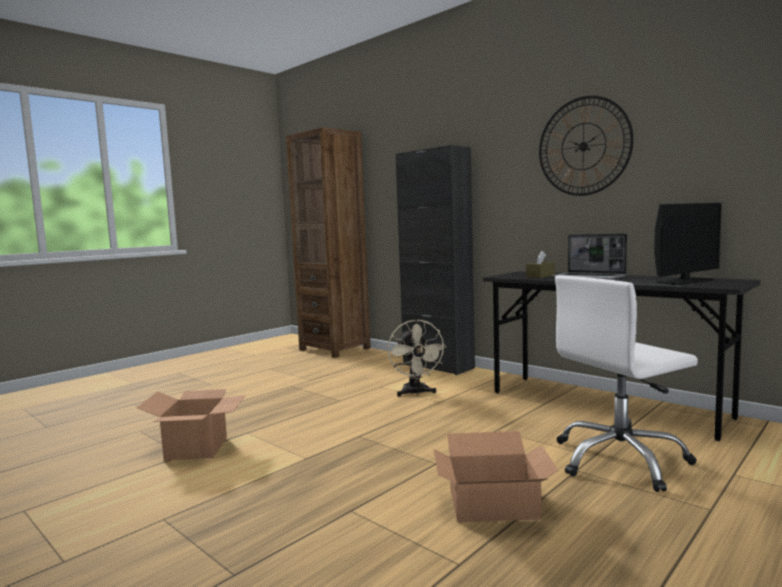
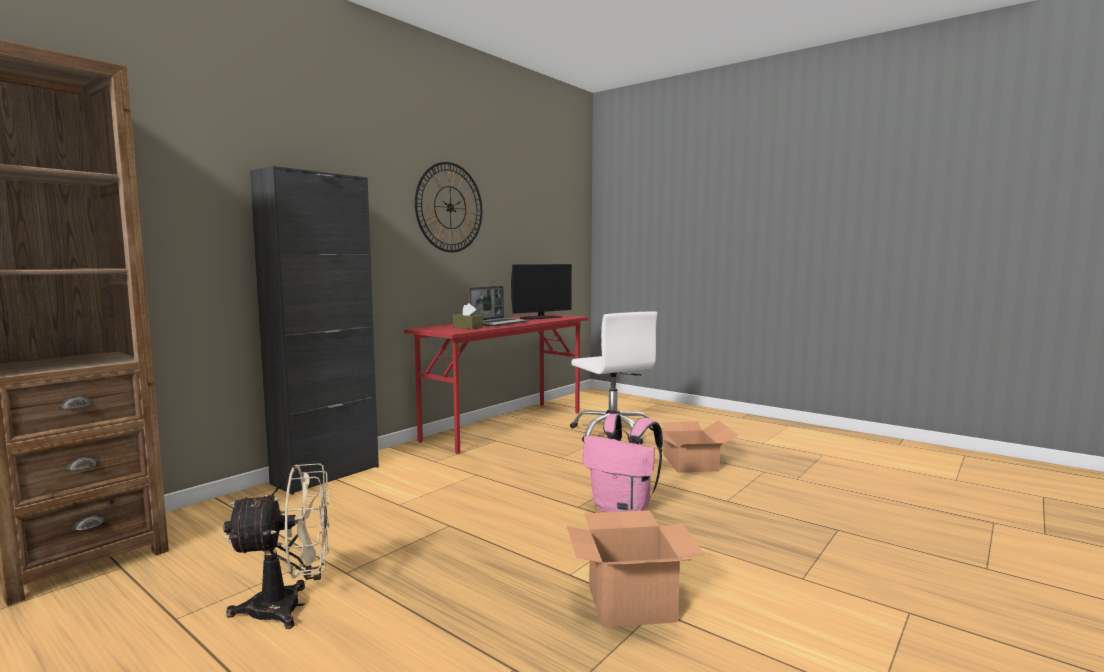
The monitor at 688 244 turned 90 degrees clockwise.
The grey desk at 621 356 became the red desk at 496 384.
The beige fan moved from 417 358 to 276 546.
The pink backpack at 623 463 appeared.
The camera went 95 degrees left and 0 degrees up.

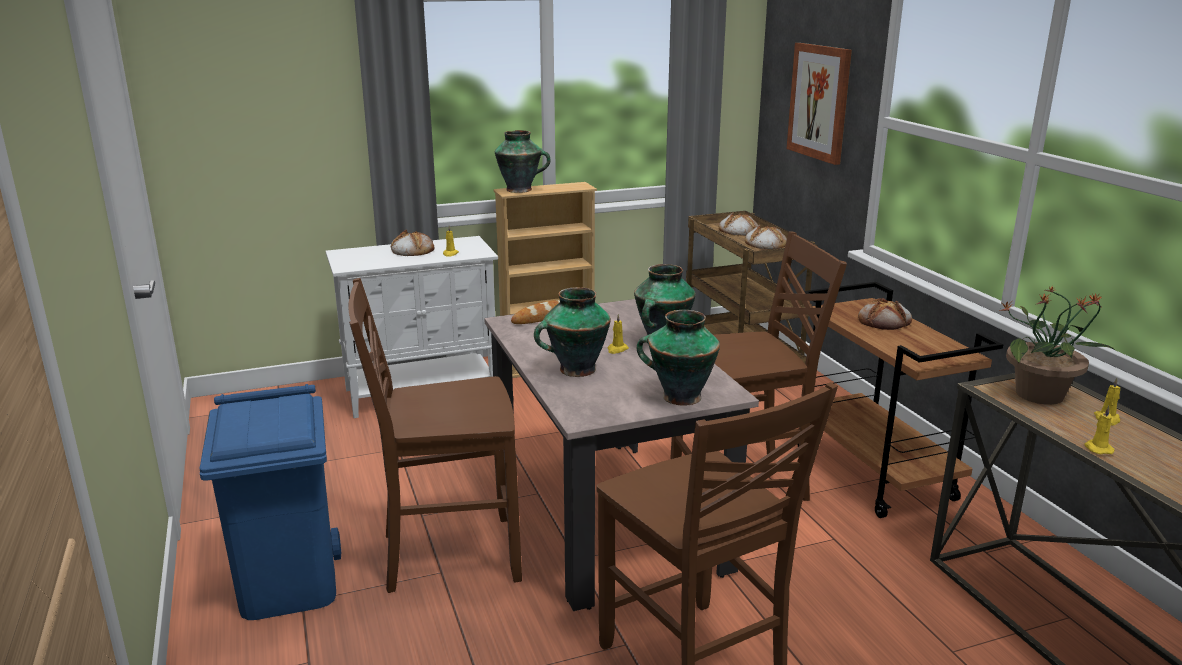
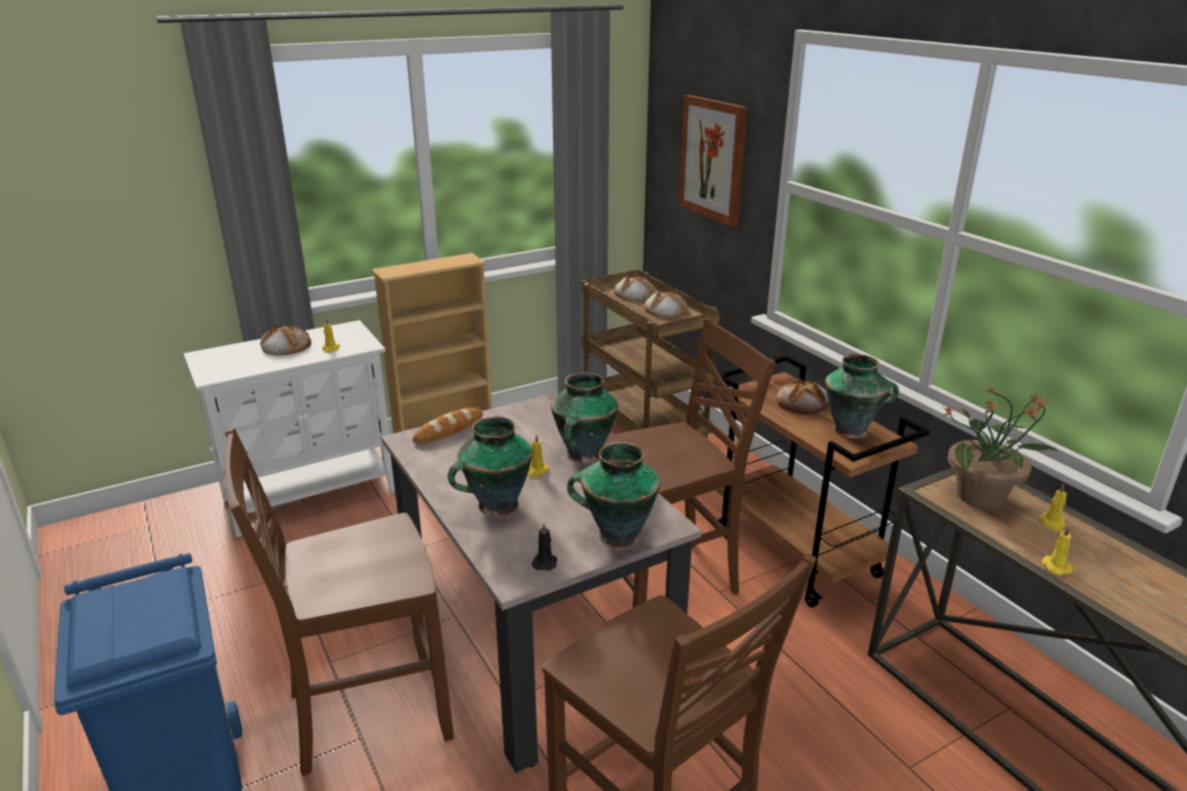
The vase moved from 523 161 to 862 396.
The black candle at 544 547 appeared.
The camera went 10 degrees left and 5 degrees up.

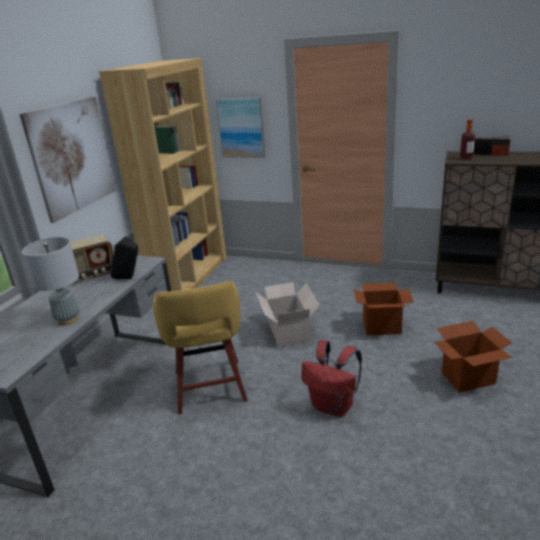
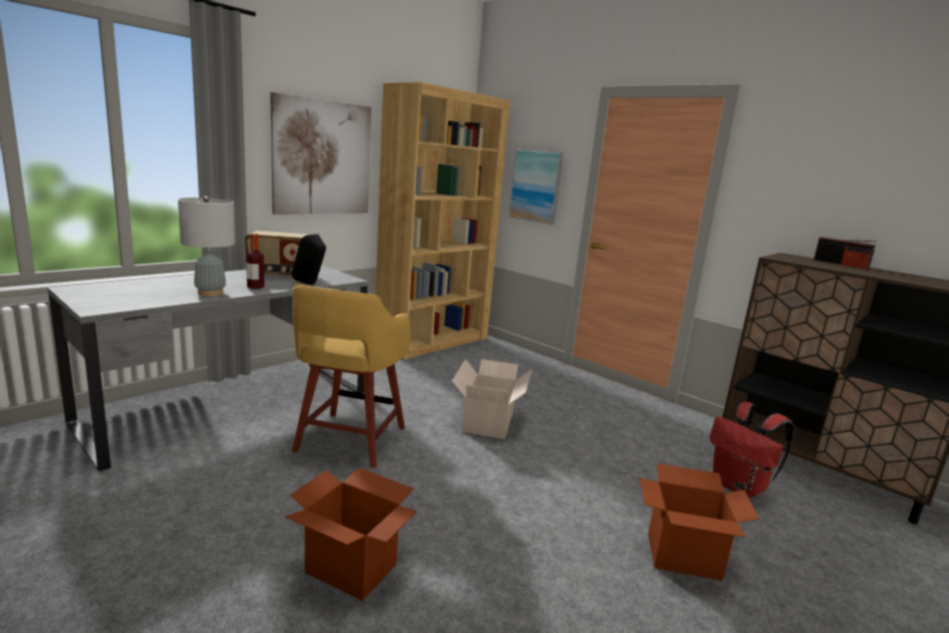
The bottle moved from 467 139 to 255 261.
The cardboard box moved from 384 308 to 351 534.
The red backpack moved from 331 378 to 752 450.
The camera went 20 degrees right and 10 degrees down.

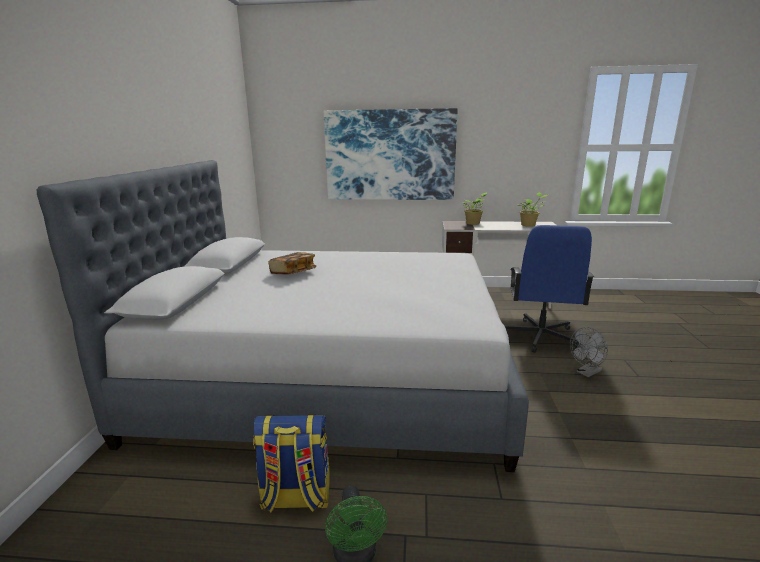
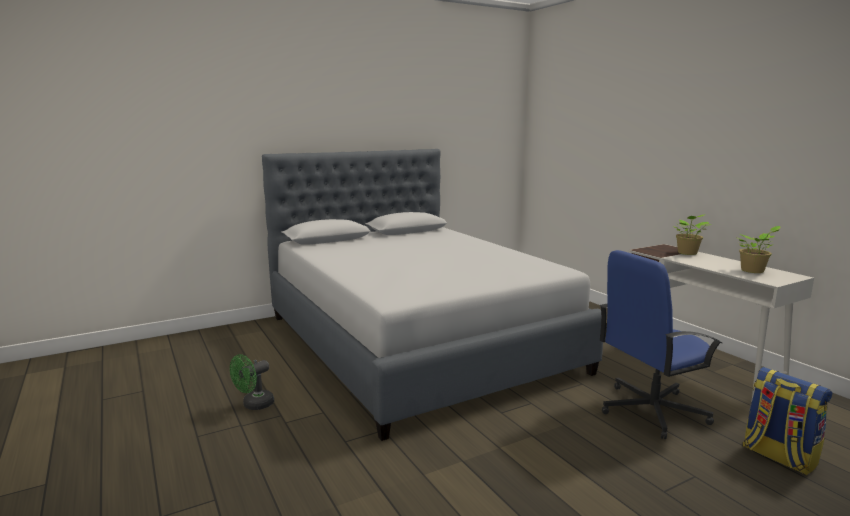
The picture at 390 154 disappeared.
The book at 292 263 disappeared.
The grey fan at 589 352 disappeared.
The backpack moved from 291 463 to 787 421.
The camera went 55 degrees right and 5 degrees down.

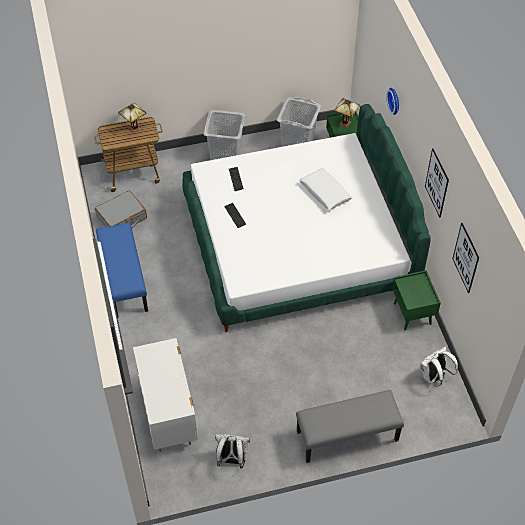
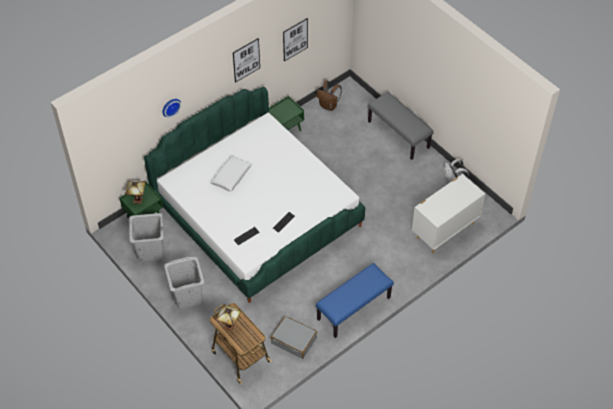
The white backpack at 439 366 became the brown backpack at 329 95.
The camera went 115 degrees left and 0 degrees up.

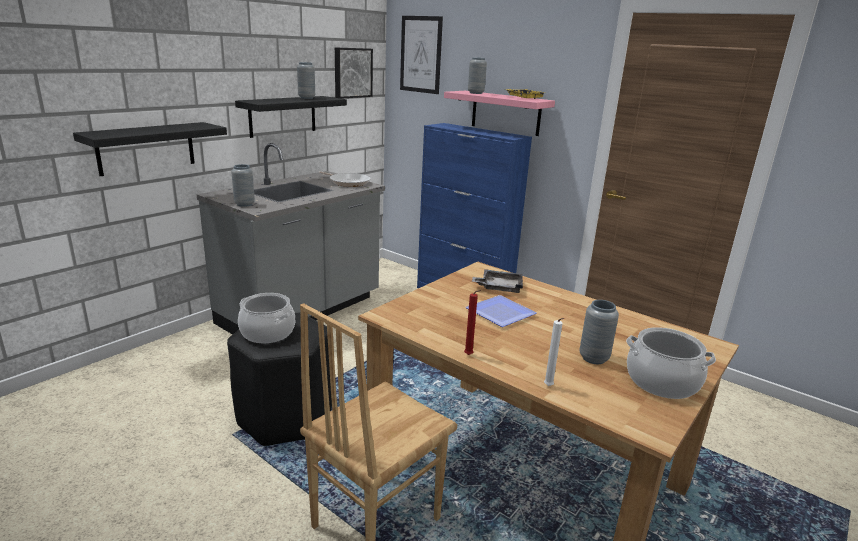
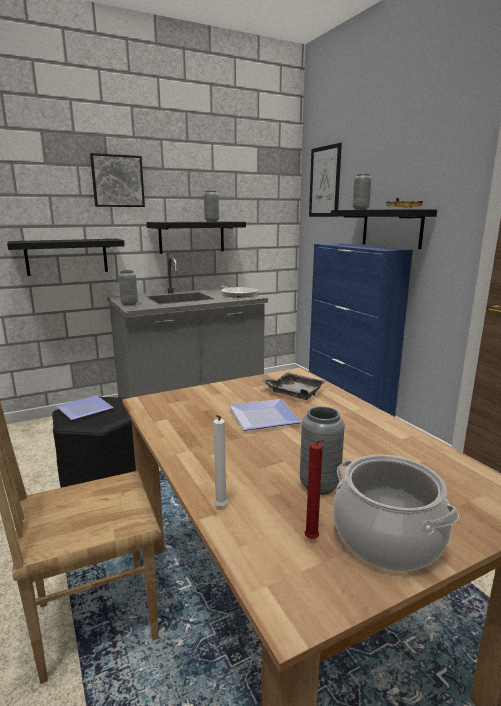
The picture moved from 354 73 to 117 180.
The pink shelf at 499 113 became the black shelf at 384 229.
The red candle moved from 472 322 to 315 489.
The cooking pot at 266 318 was replaced by the plate at 85 407.
The camera went 25 degrees right and 5 degrees down.

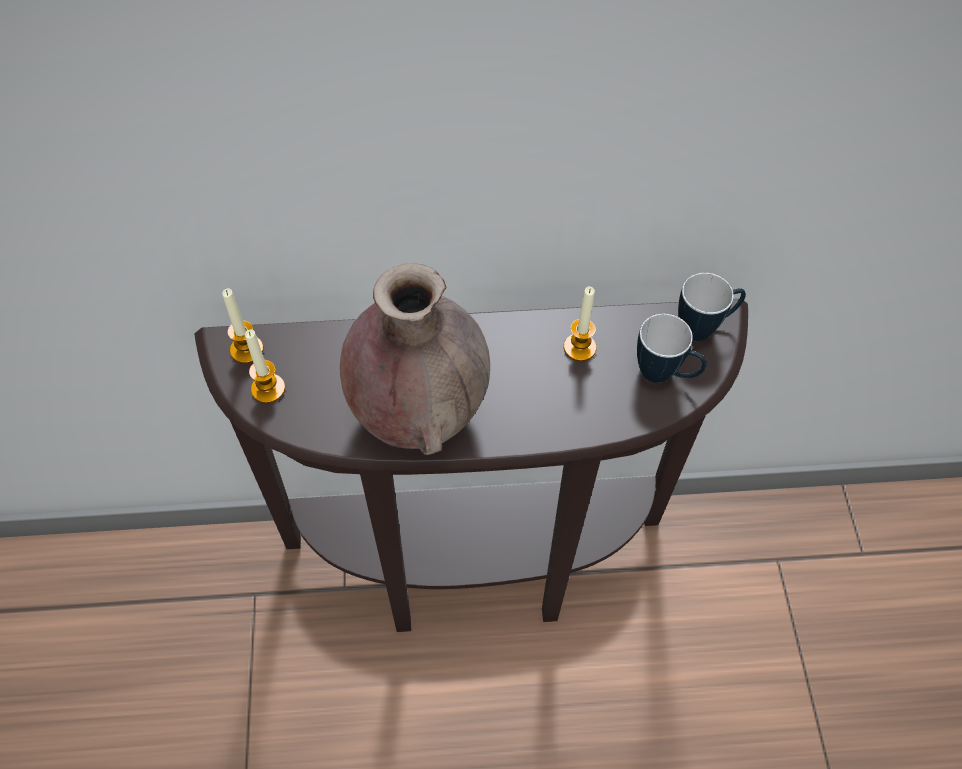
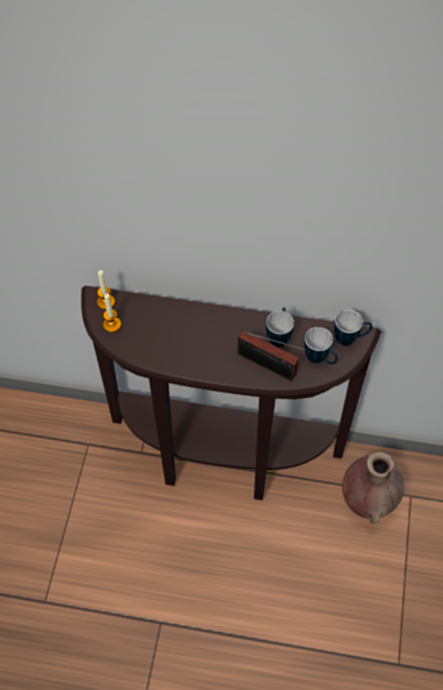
The brown vase moved from 415 359 to 373 488.
The candle at 580 324 was replaced by the mug at 280 327.
The radio at 272 355 appeared.
The camera went 15 degrees right and 0 degrees up.

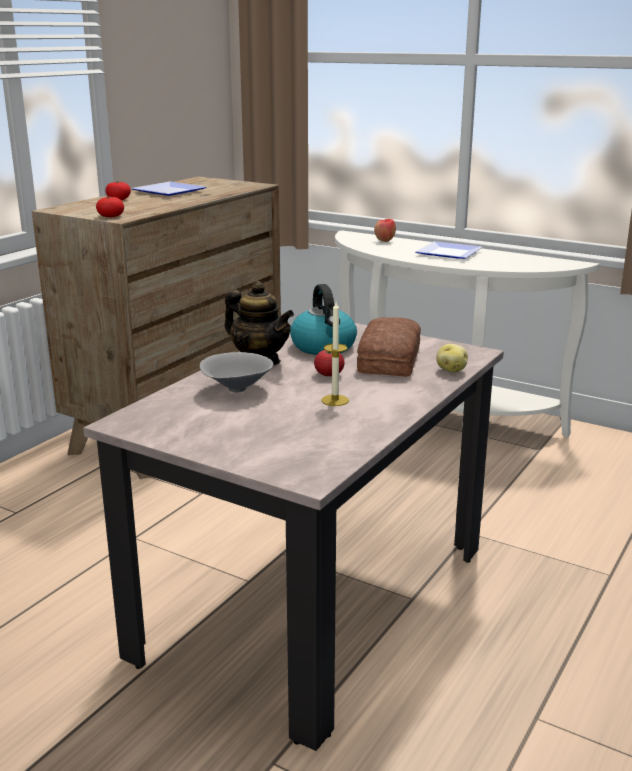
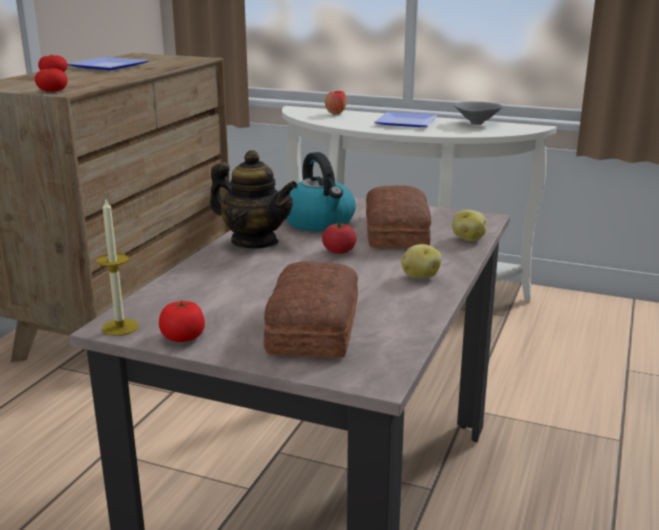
The candle moved from 335 354 to 117 267.
The grey bowl moved from 236 372 to 478 113.
The potato at 421 261 appeared.
The bread at 310 309 appeared.
The tomato at 182 321 appeared.
The camera went 10 degrees left and 0 degrees up.

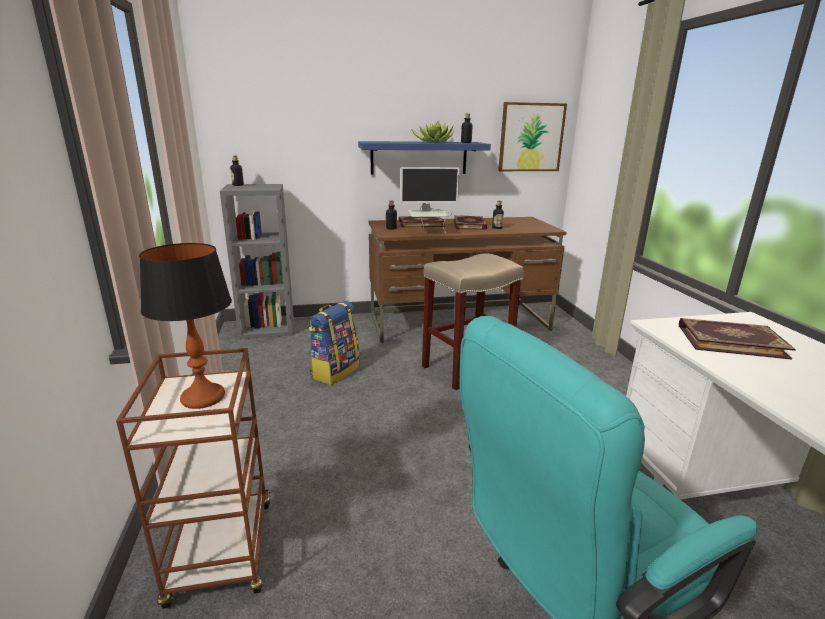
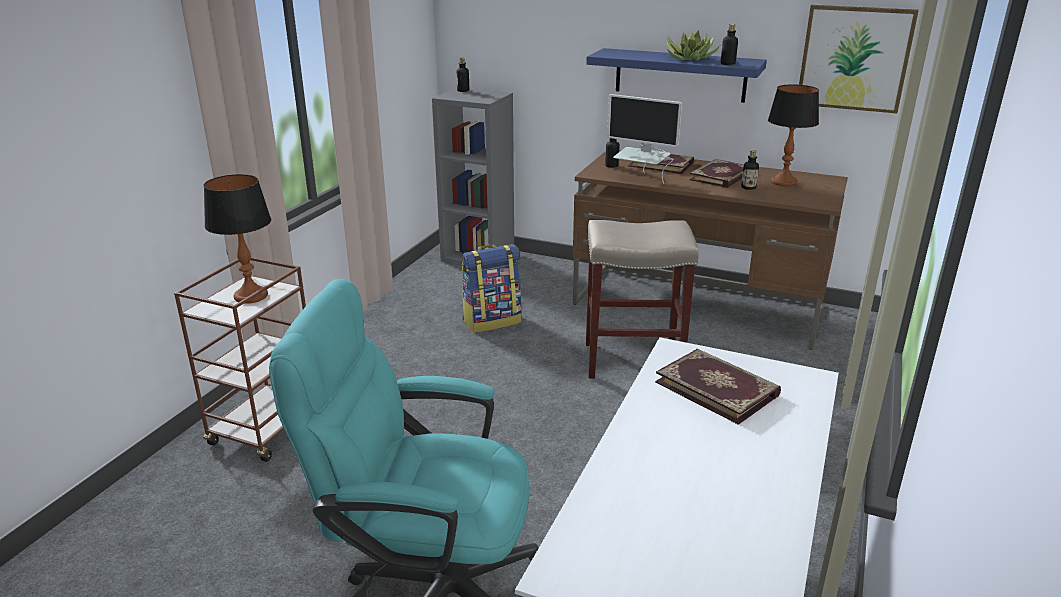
The table lamp at 793 135 appeared.
The camera went 35 degrees right and 5 degrees up.

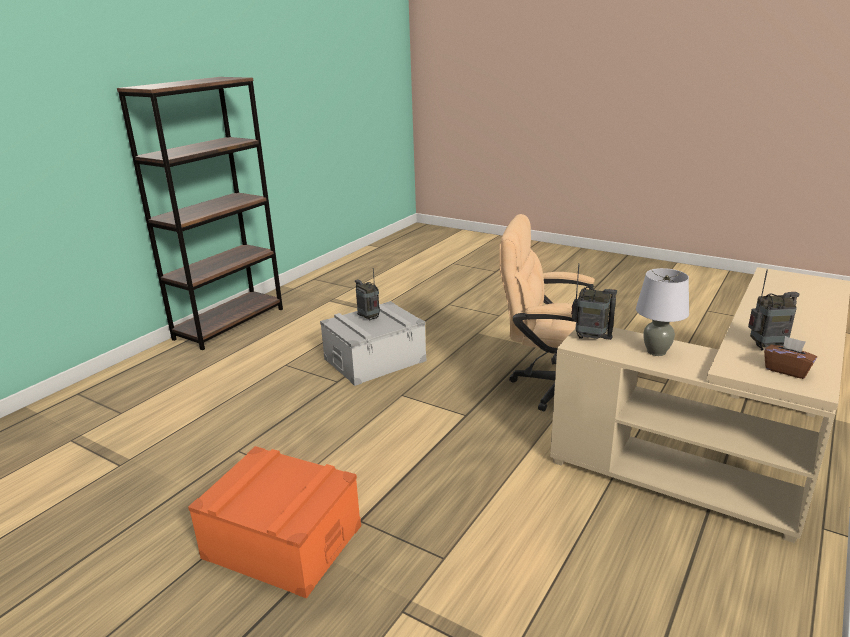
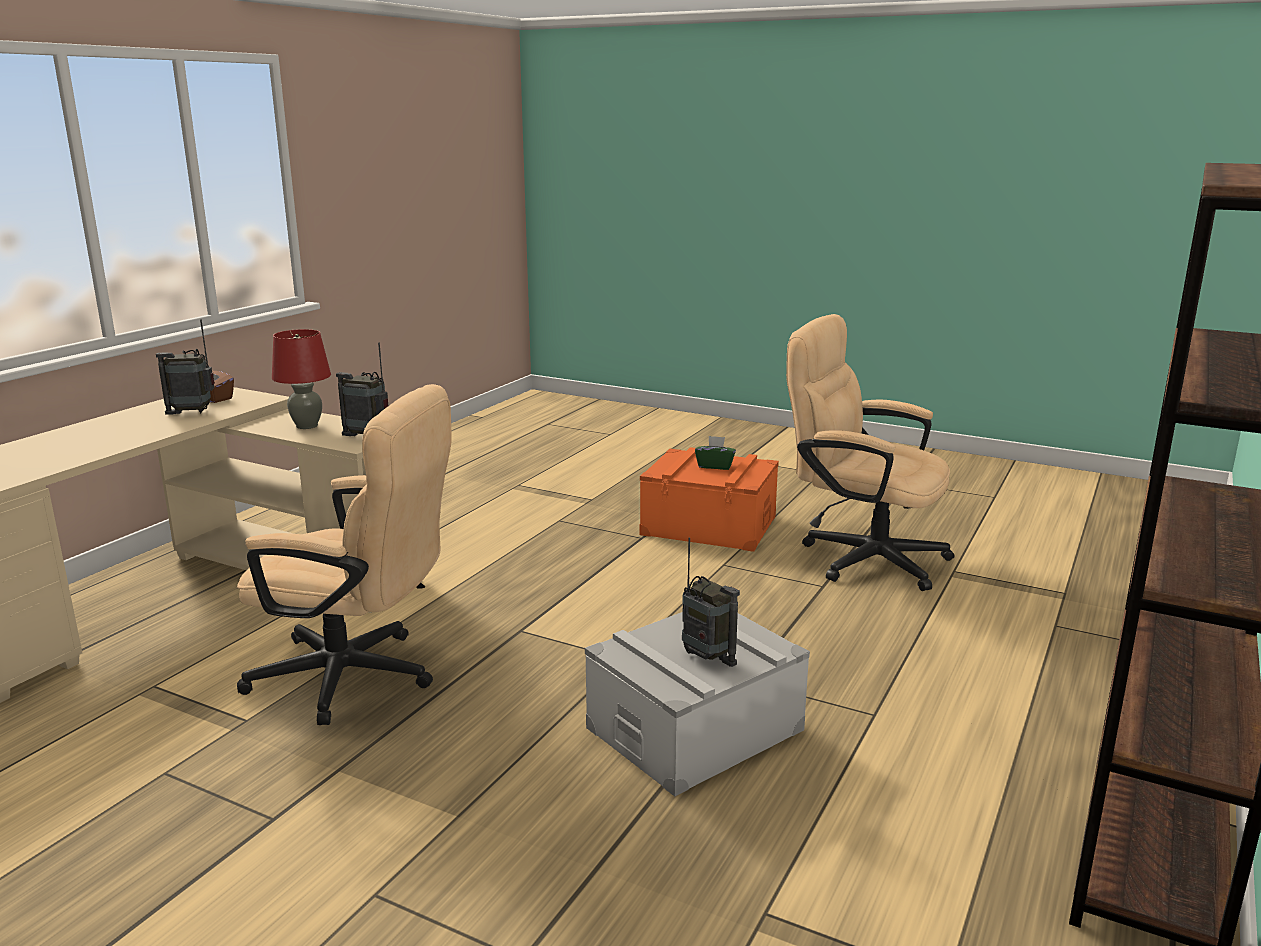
The grey table lamp at 662 312 became the red table lamp at 301 379.
The beige office chair at 870 452 appeared.
The green tissue box at 715 453 appeared.
The camera went 175 degrees right and 5 degrees down.

